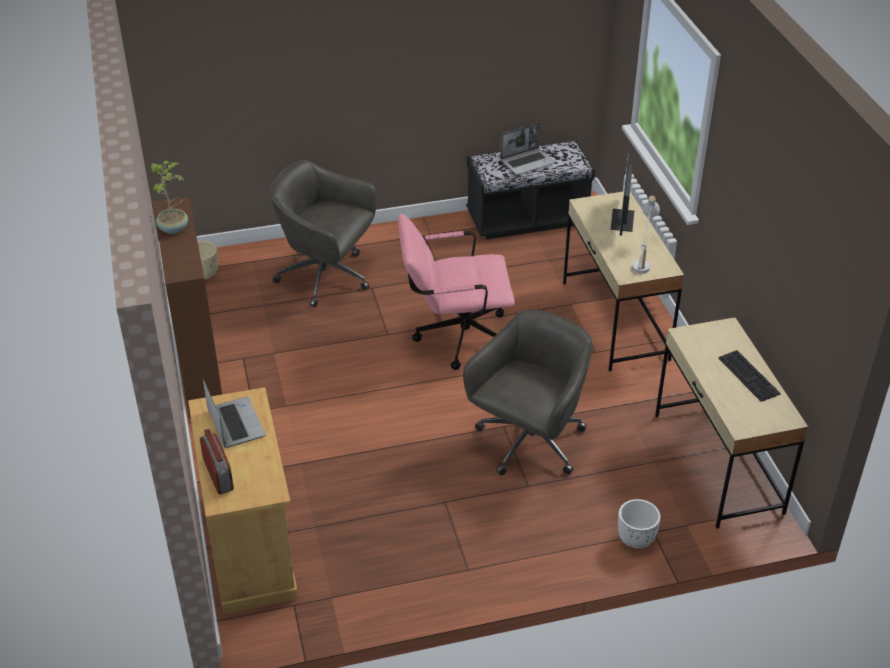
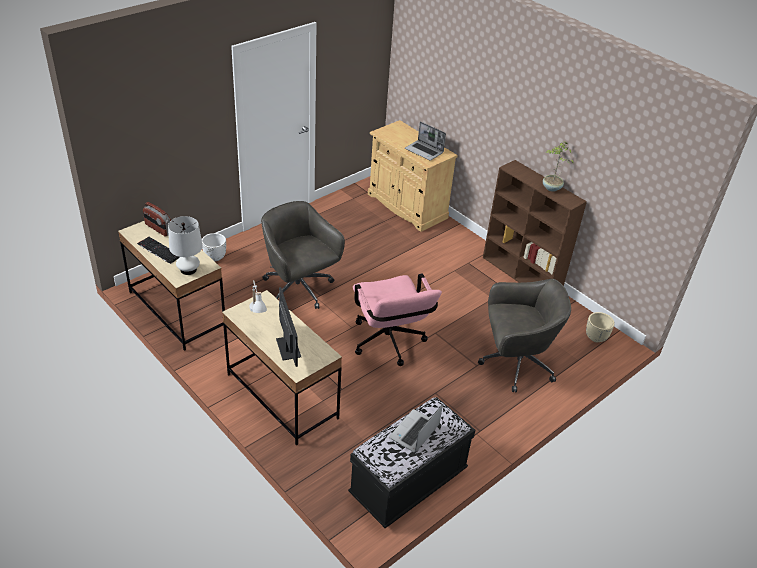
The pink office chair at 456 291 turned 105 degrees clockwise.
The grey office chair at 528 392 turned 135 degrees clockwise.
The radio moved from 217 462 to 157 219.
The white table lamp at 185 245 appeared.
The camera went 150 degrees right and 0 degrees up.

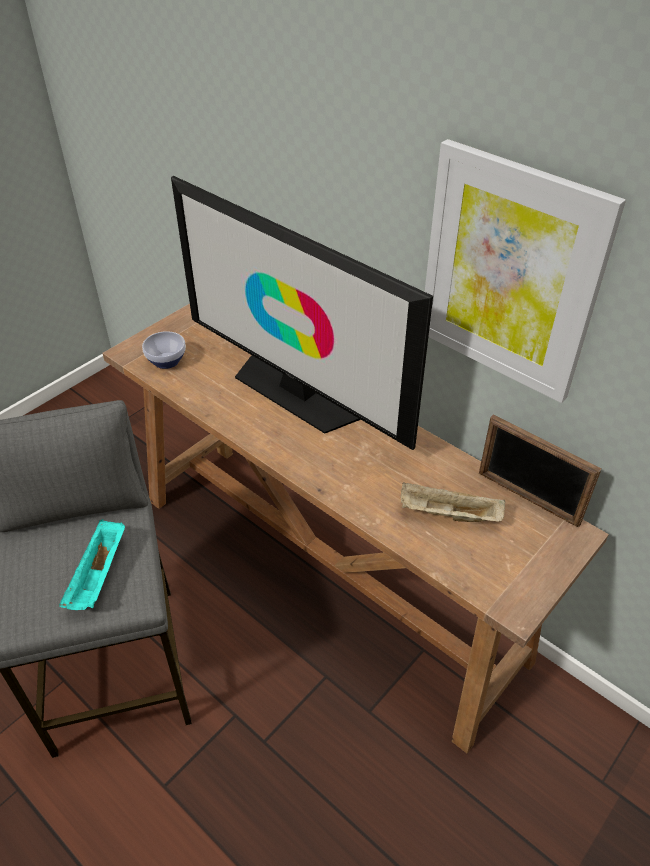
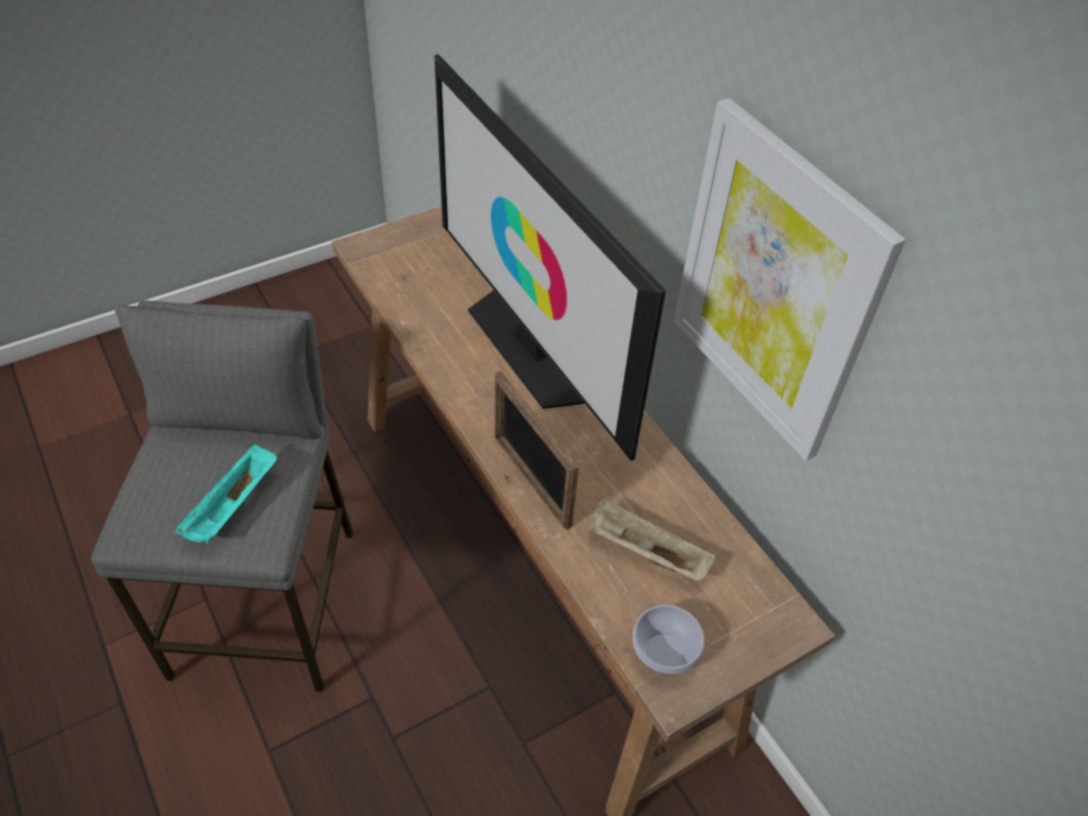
The bowl moved from 164 350 to 668 639.
The picture frame moved from 540 471 to 536 450.
The camera went 15 degrees right and 5 degrees up.

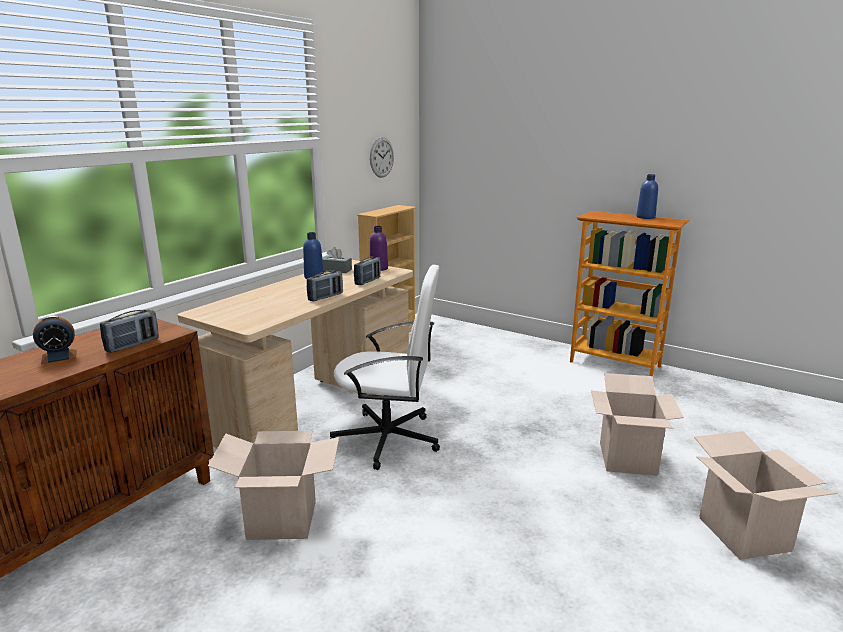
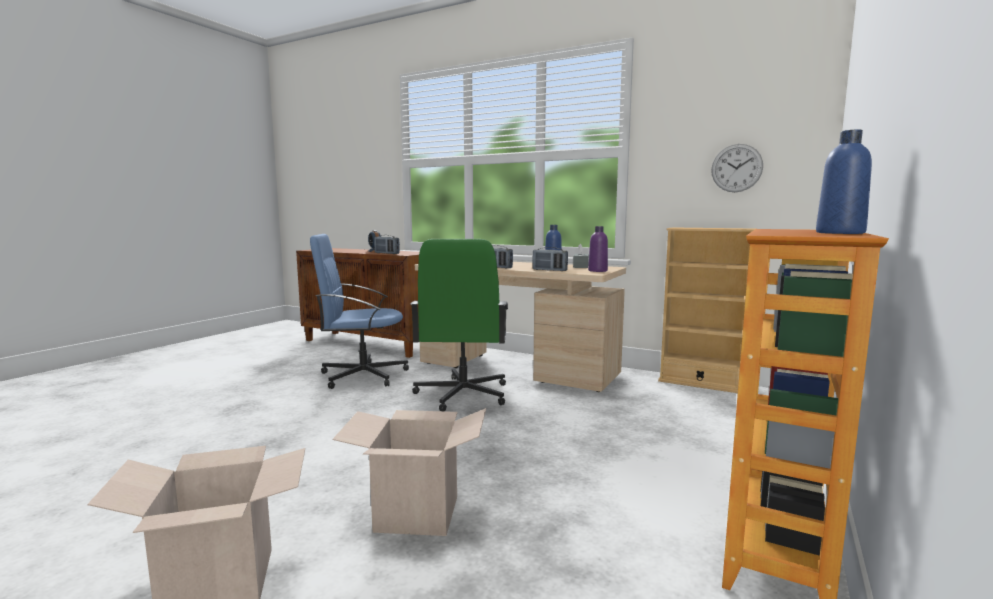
The white office chair at 385 367 became the green office chair at 459 325.
The cardboard box at 273 485 was replaced by the blue office chair at 359 311.
The camera went 85 degrees right and 10 degrees down.

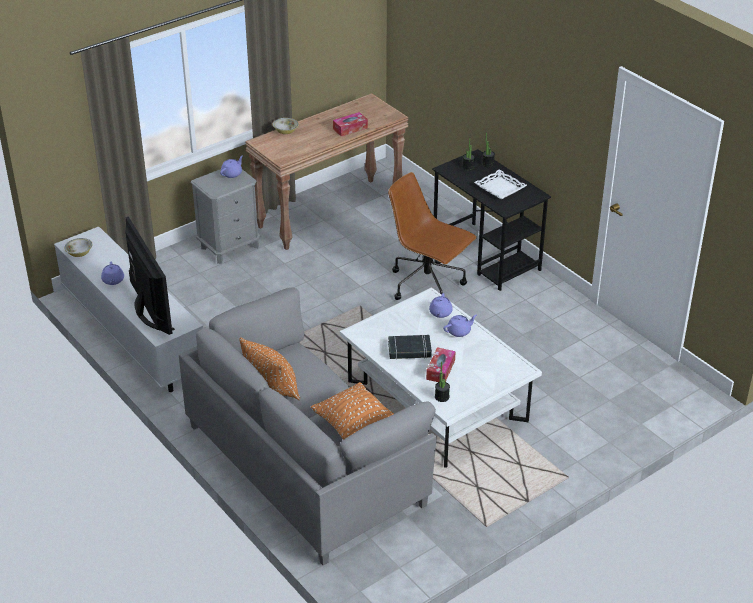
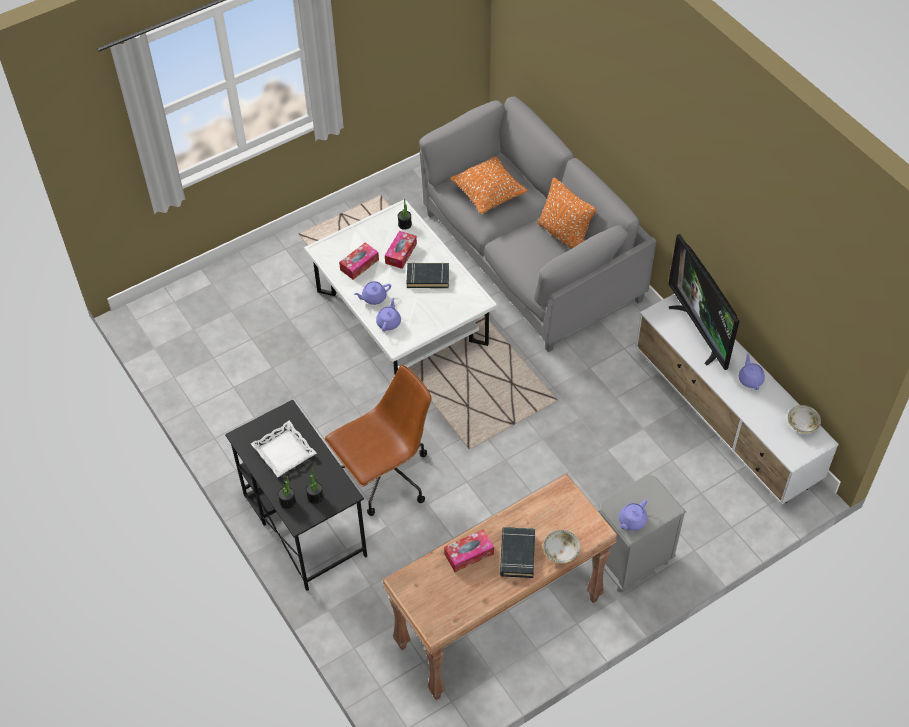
The brown office chair at 432 236 turned 75 degrees counterclockwise.
The tissue box at 359 261 appeared.
The black book at 517 552 appeared.
The camera went 175 degrees left and 15 degrees up.

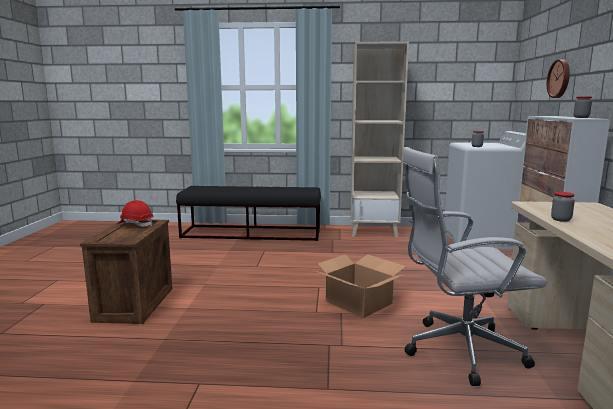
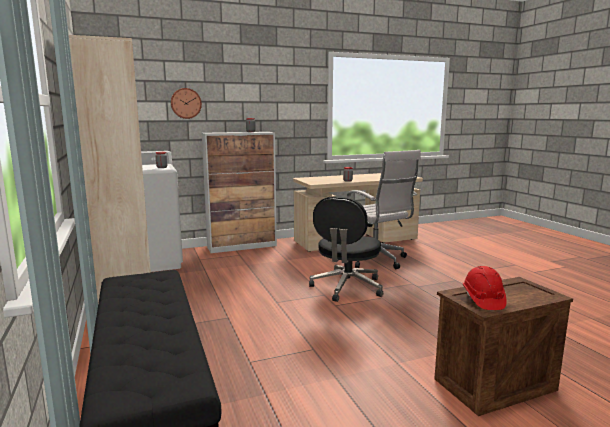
The cardboard box at 359 286 was replaced by the black office chair at 346 249.
The camera went 115 degrees left and 0 degrees up.

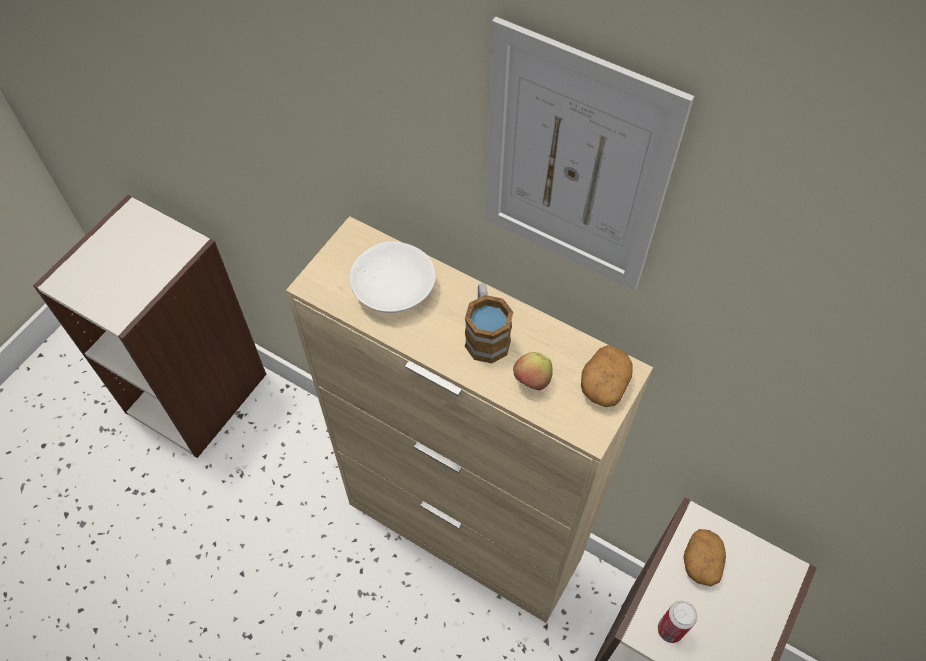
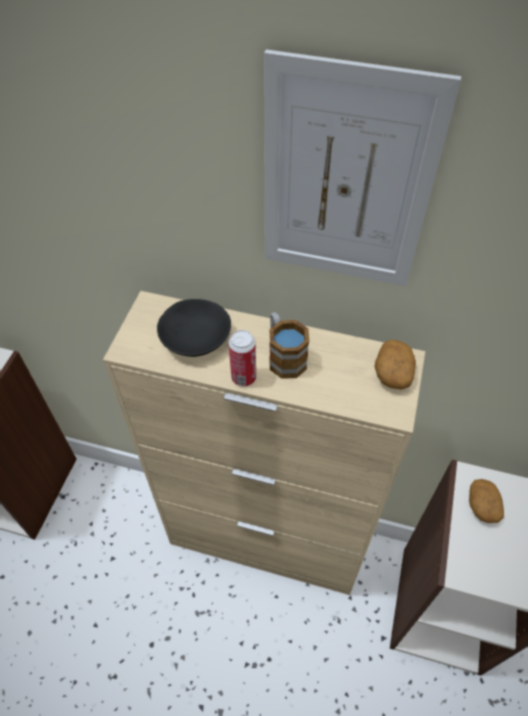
The white bowl at 393 277 became the black bowl at 194 328.
The apple at 533 371 disappeared.
The can moved from 677 622 to 242 358.
The camera went 15 degrees left and 5 degrees down.

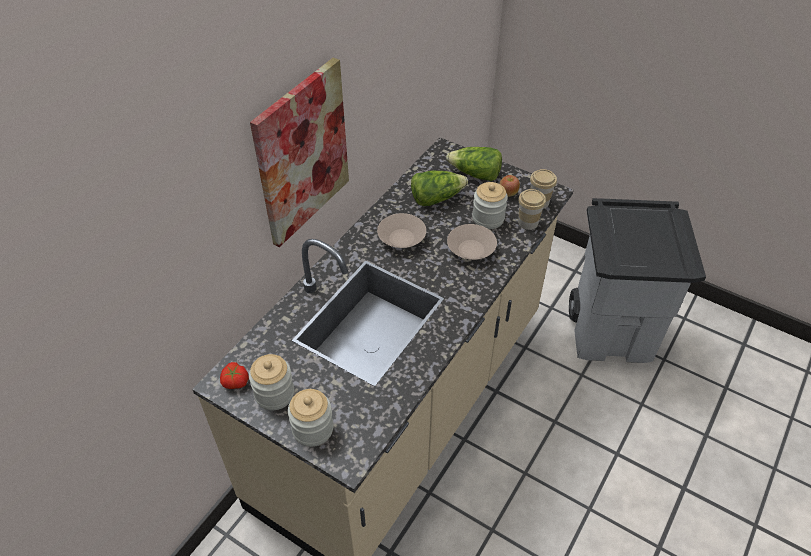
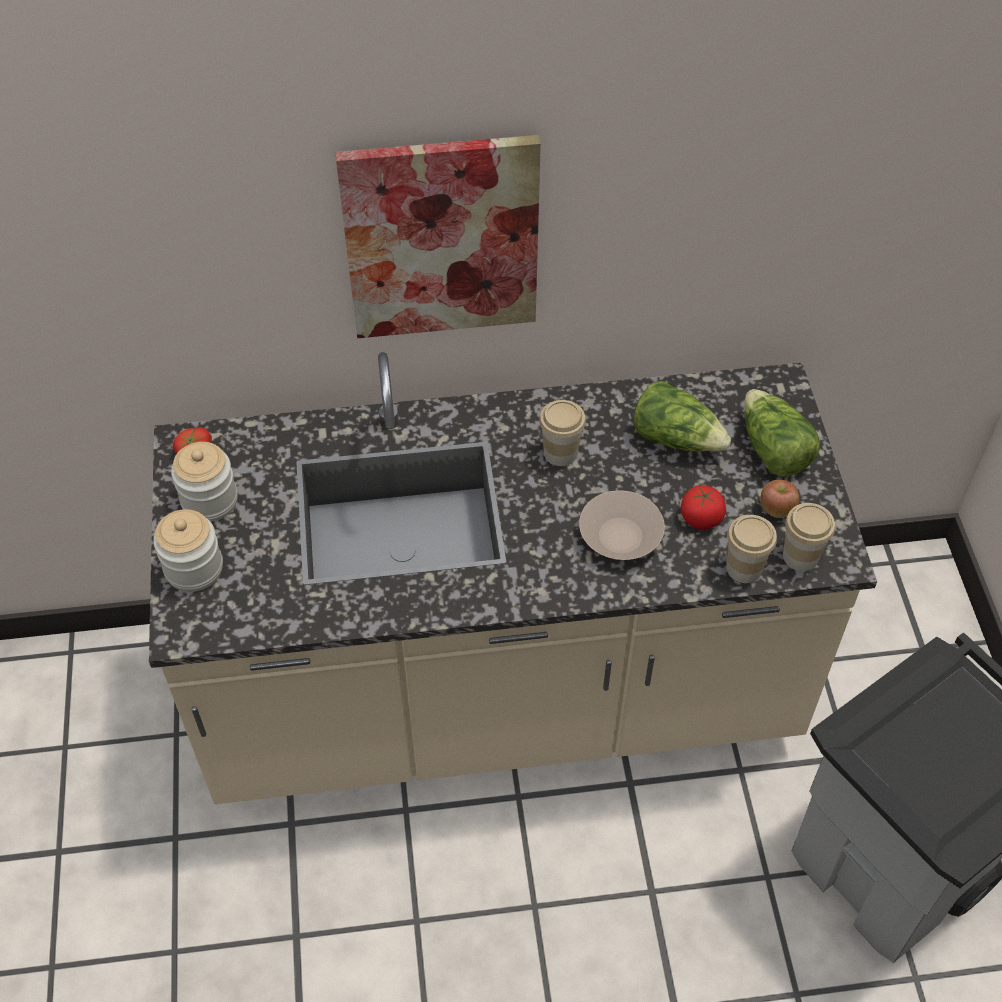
The jar at 490 205 was replaced by the tomato at 703 507.
The beige bowl at 401 230 was replaced by the cup at 562 433.
The camera went 50 degrees right and 5 degrees up.

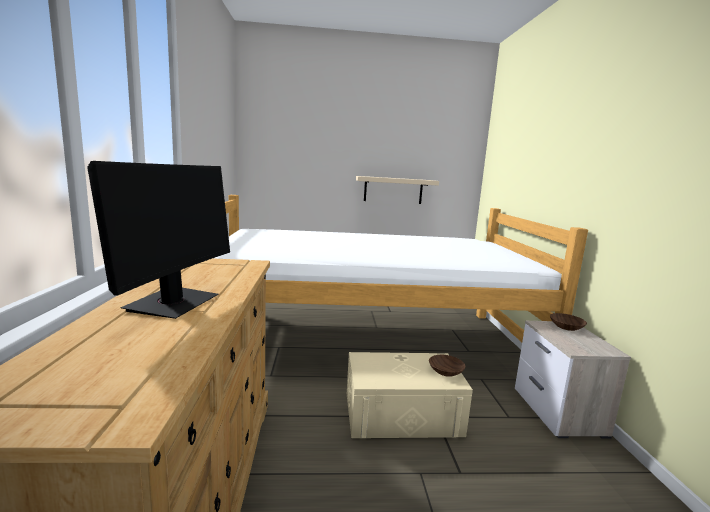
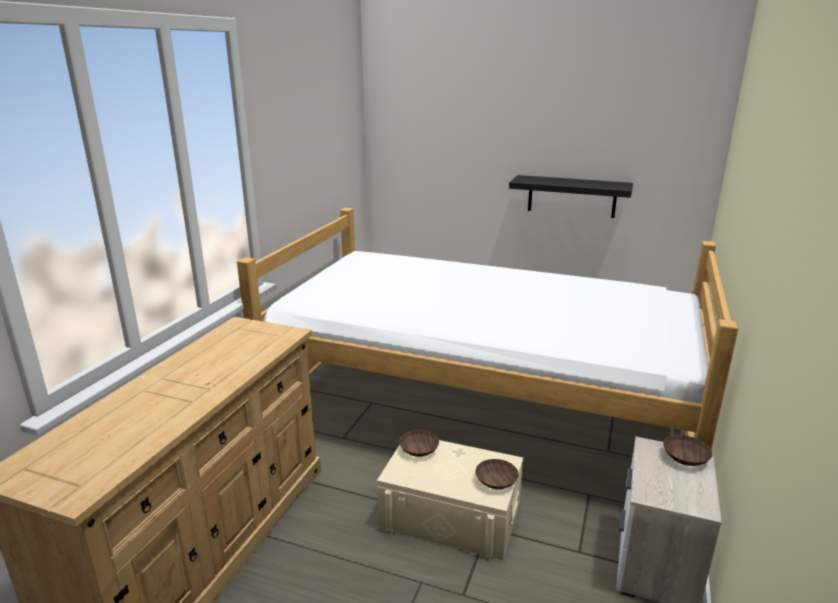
The monitor at 158 240 disappeared.
The beige shelf at 397 190 became the black shelf at 571 196.
The brown bowl at 419 443 appeared.
The camera went 25 degrees right and 10 degrees up.

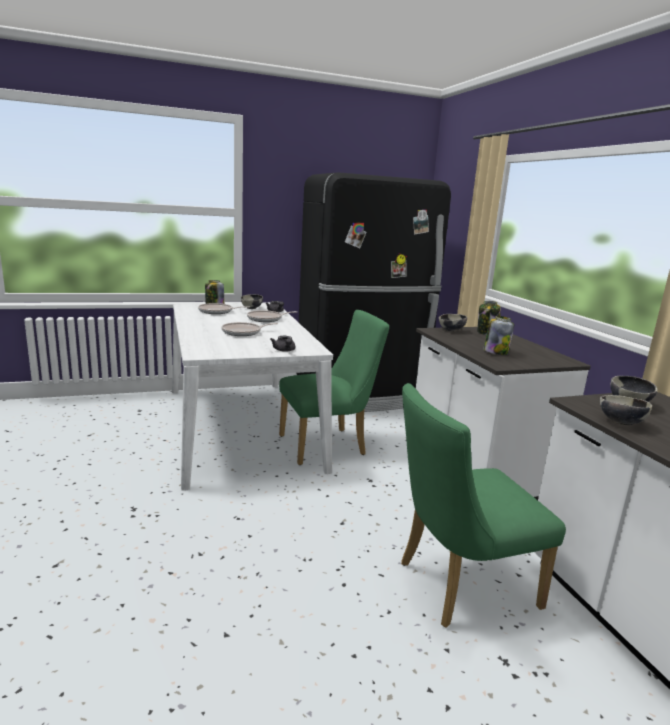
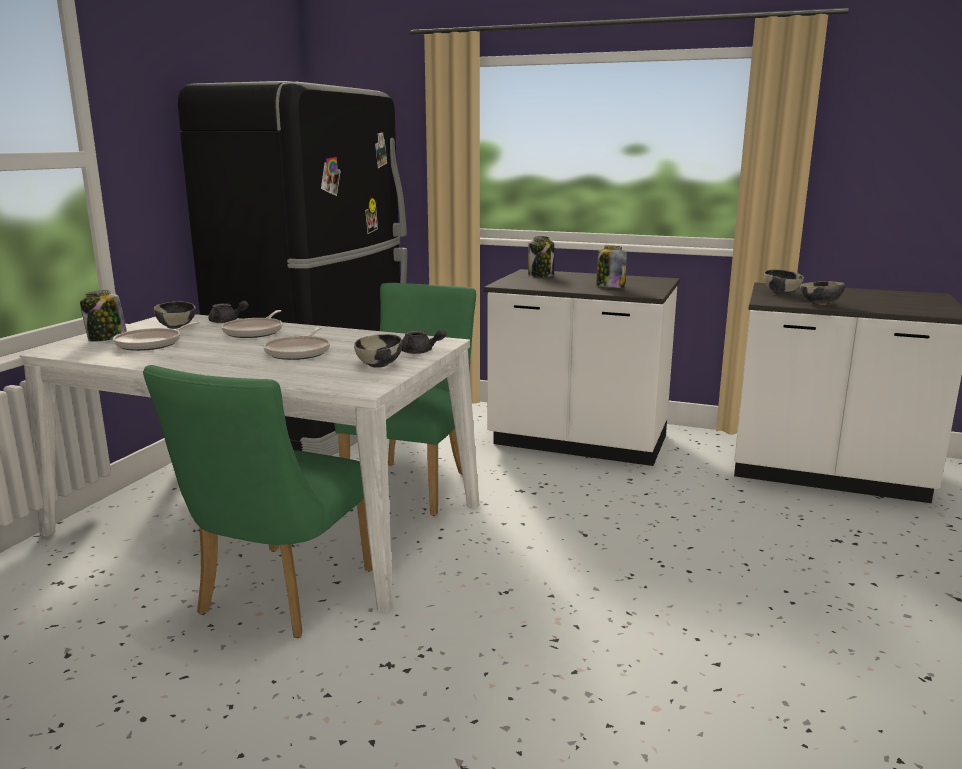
The bowl moved from 453 323 to 378 351.
The green chair moved from 483 505 to 257 501.
The camera went 50 degrees left and 0 degrees up.

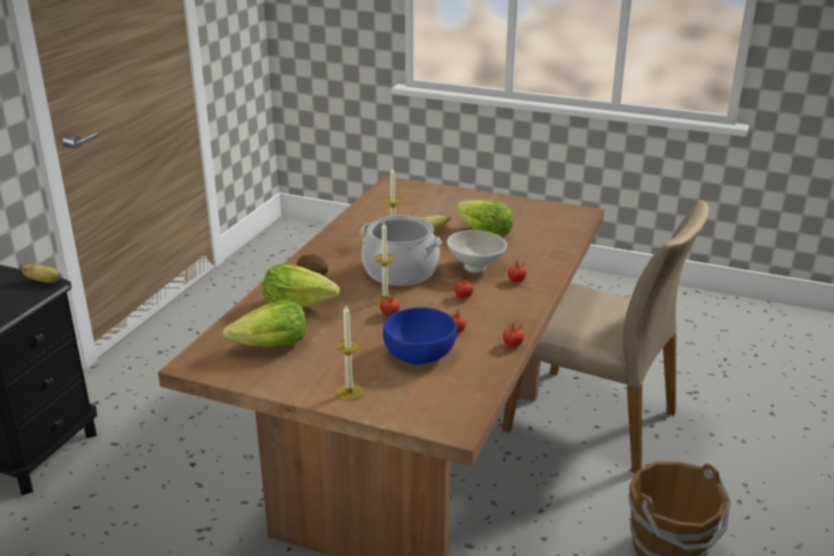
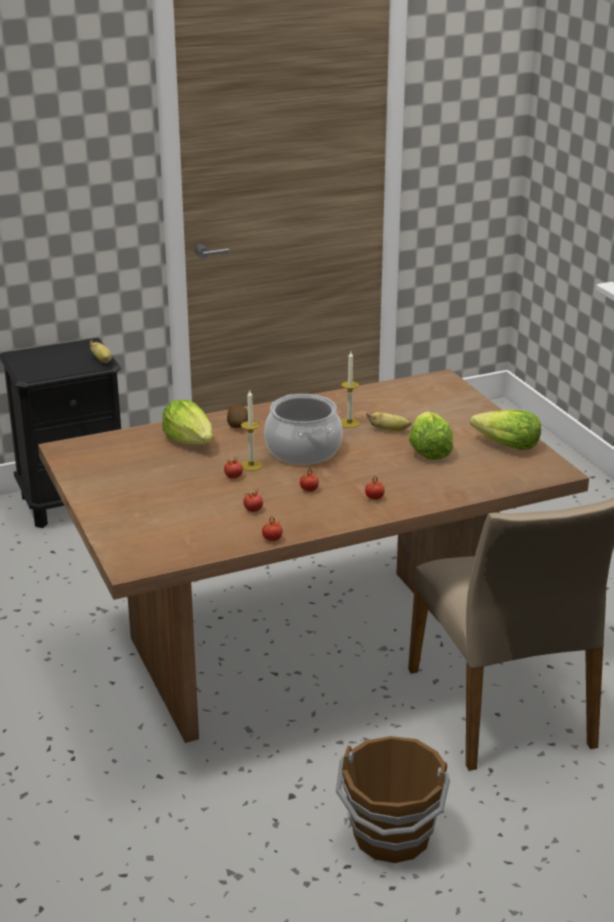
The white bowl at 477 251 disappeared.
The lettuce moved from 264 323 to 505 429.
The candle at 349 352 disappeared.
The blue bowl at 420 336 disappeared.
The camera went 45 degrees right and 0 degrees up.

